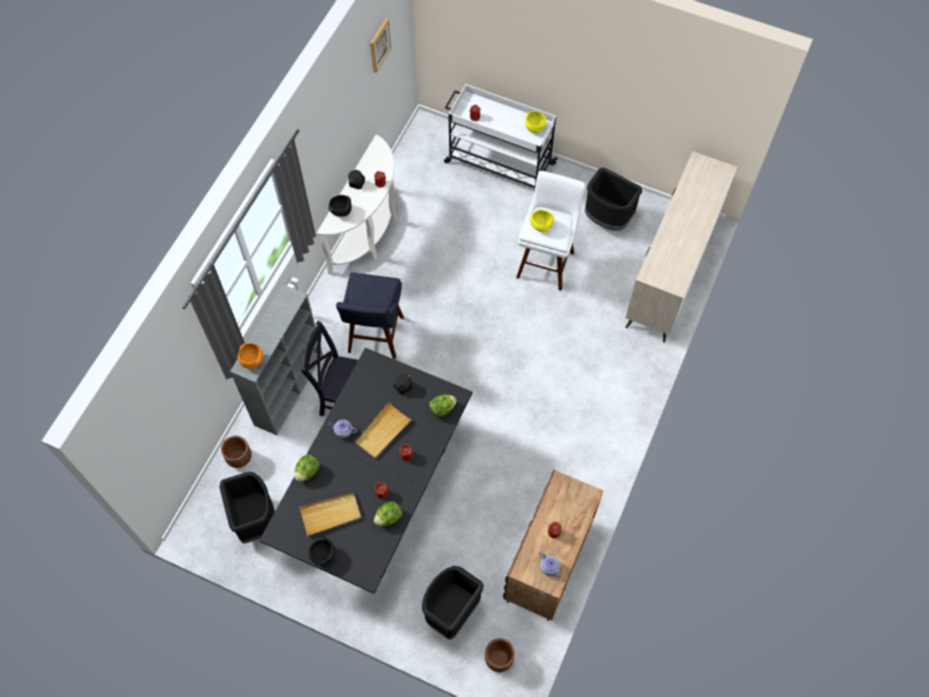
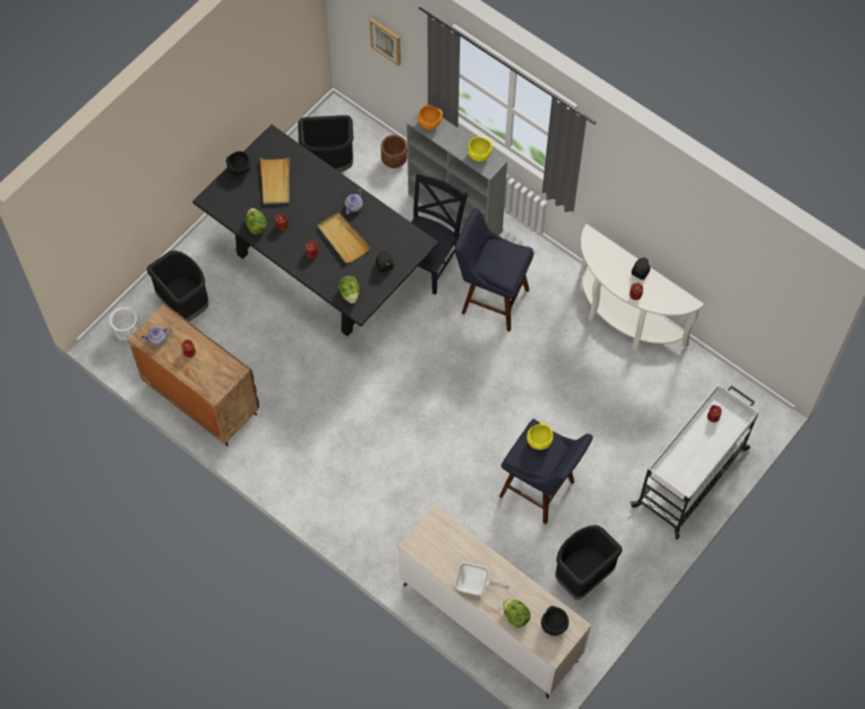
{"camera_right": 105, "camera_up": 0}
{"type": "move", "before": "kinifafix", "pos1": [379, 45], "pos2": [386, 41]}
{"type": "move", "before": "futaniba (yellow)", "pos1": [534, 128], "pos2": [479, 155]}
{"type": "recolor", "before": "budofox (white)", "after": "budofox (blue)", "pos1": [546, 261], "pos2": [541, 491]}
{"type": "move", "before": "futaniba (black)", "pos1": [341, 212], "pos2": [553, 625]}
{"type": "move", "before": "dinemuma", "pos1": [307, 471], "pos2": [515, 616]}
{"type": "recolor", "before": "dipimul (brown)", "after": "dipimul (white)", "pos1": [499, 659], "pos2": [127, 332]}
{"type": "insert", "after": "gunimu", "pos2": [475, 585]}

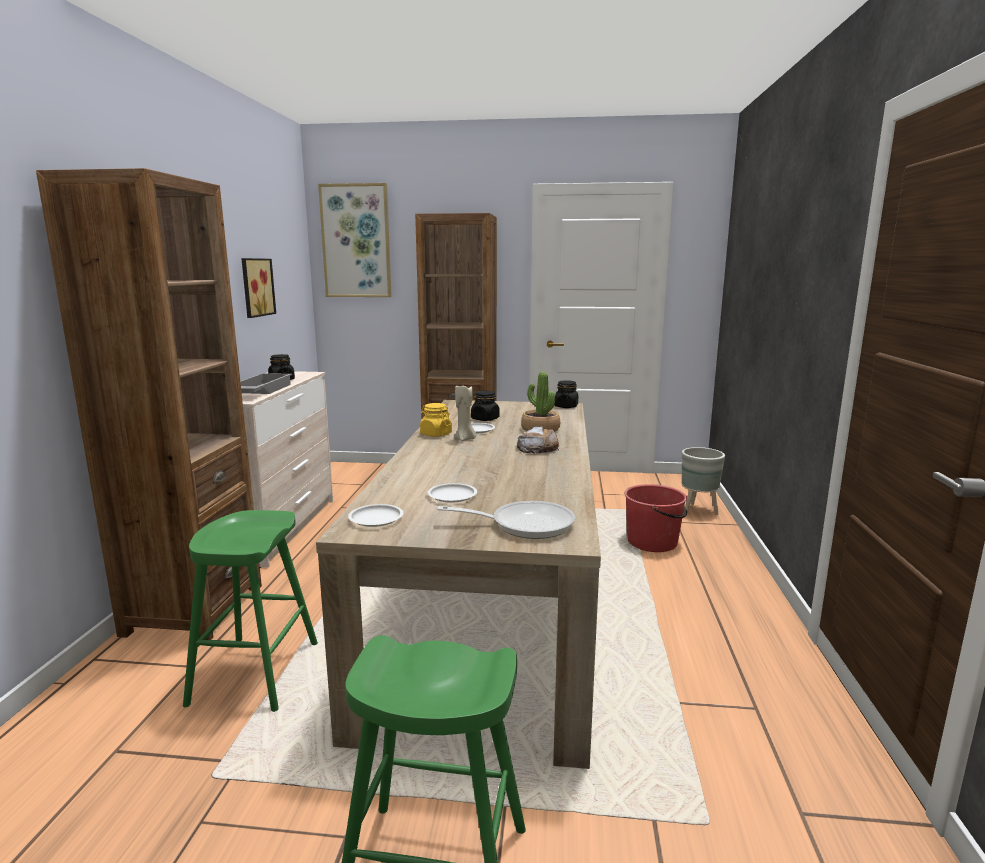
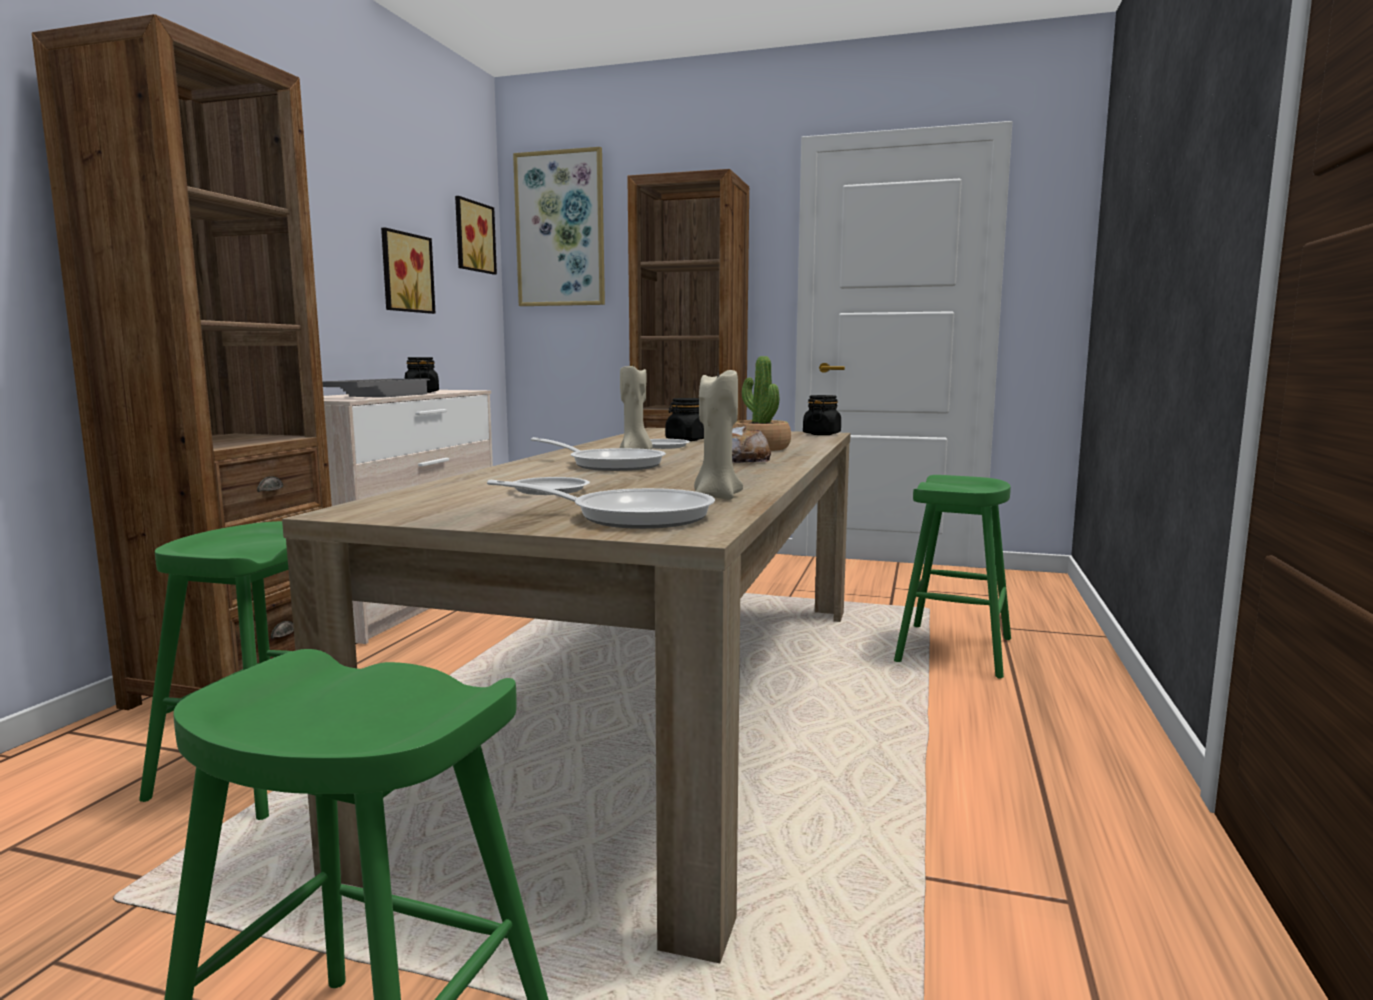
{"camera_right": 10, "camera_up": -5}
{"type": "delete", "before": "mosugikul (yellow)", "pos1": [435, 434]}
{"type": "delete", "before": "dipimul (grey)", "pos1": [698, 511]}
{"type": "replace", "before": "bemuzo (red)", "after": "budofox (green)", "pos1": [653, 542], "pos2": [954, 650]}
{"type": "delete", "before": "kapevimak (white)", "pos1": [375, 519]}
{"type": "insert", "after": "kinifafix", "pos2": [472, 237]}
{"type": "insert", "after": "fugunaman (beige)", "pos2": [716, 497]}
{"type": "insert", "after": "gunimu", "pos2": [610, 464]}

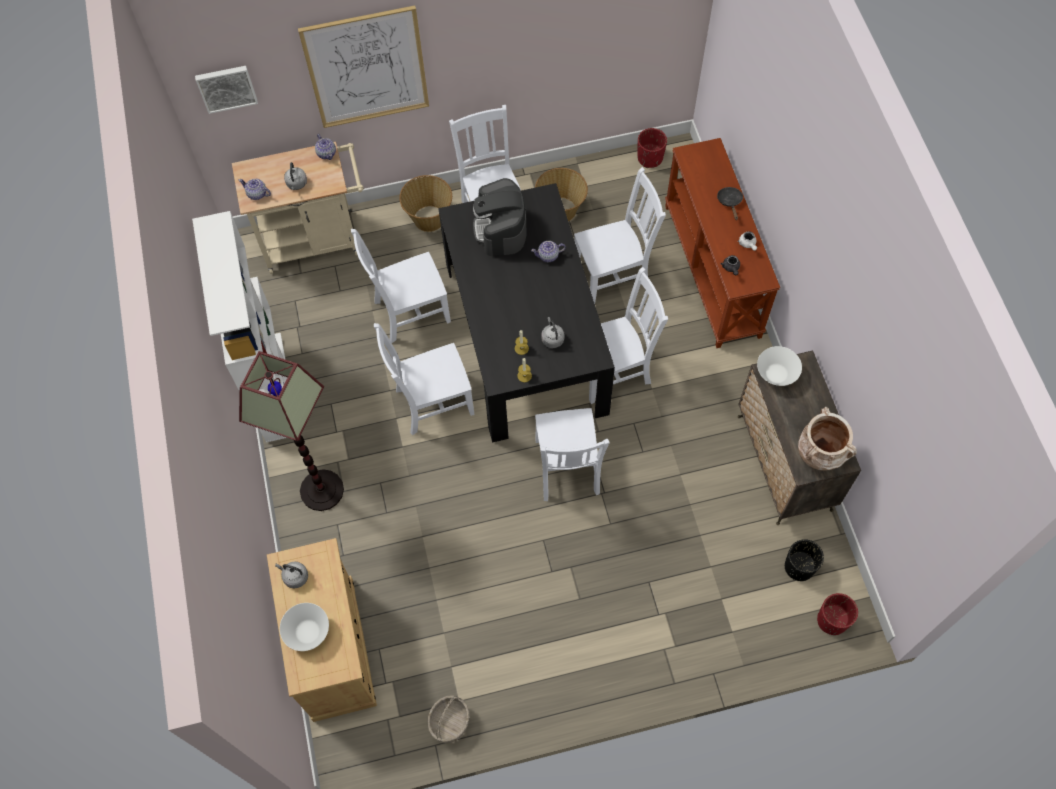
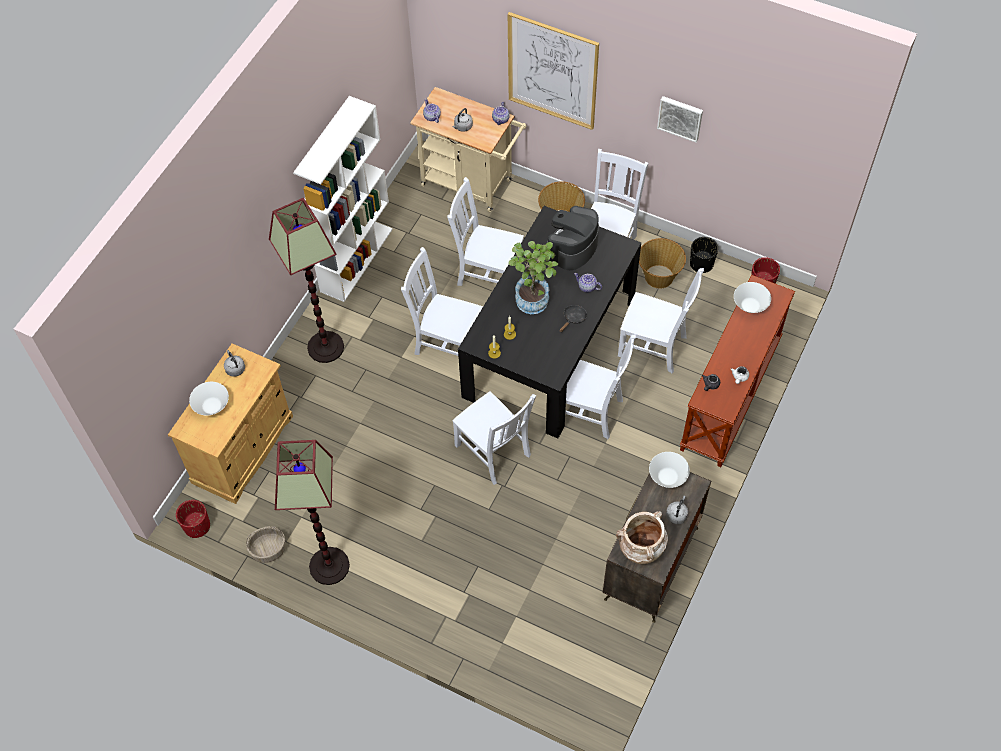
{"camera_right": 40, "camera_up": -5}
{"type": "move", "before": "kinifafix", "pos1": [226, 87], "pos2": [680, 117]}
{"type": "move", "before": "gunimu (black)", "pos1": [730, 202], "pos2": [573, 318]}
{"type": "move", "before": "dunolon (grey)", "pos1": [552, 338], "pos2": [677, 514]}
{"type": "rotate", "before": "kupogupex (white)", "pos1": [567, 469], "pos2": [494, 452], "turn": -75}
{"type": "move", "before": "dipimul (black)", "pos1": [799, 567], "pos2": [701, 264]}
{"type": "move", "before": "dipimul (red)", "pos1": [832, 620], "pos2": [197, 526]}
{"type": "insert", "after": "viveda", "pos2": [533, 297]}
{"type": "insert", "after": "futaniba (white)", "pos2": [750, 306]}
{"type": "insert", "after": "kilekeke", "pos2": [329, 566]}

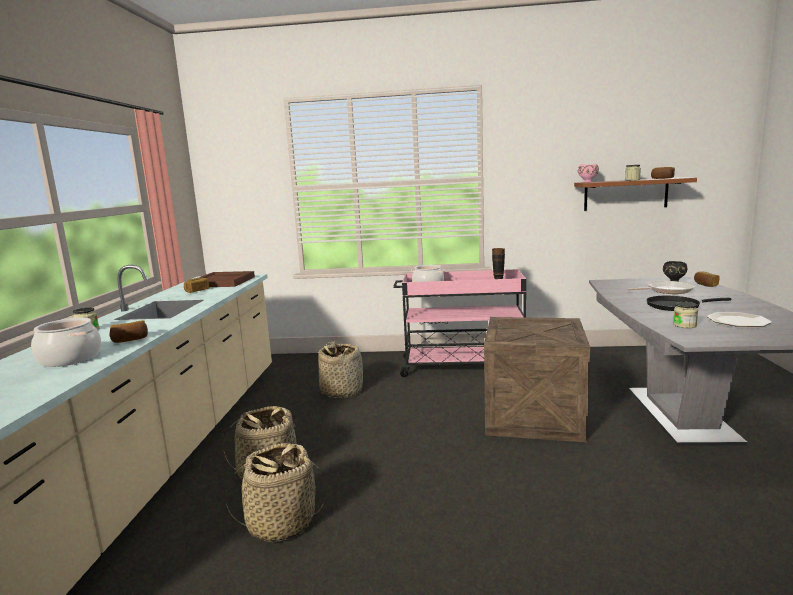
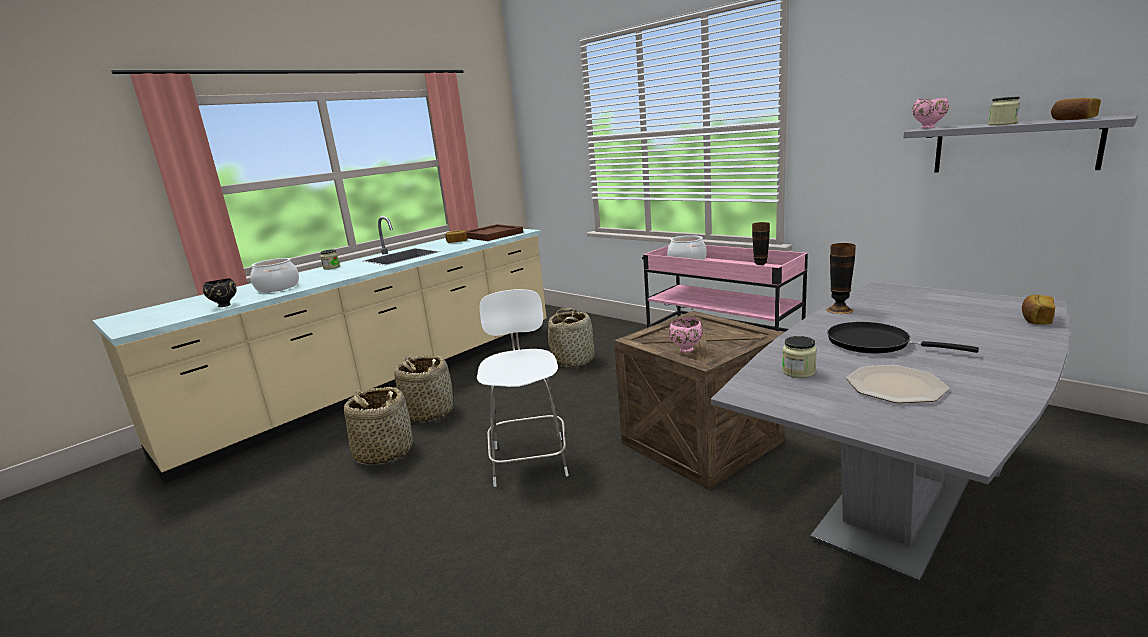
{"camera_right": 40, "camera_up": 5}
{"type": "recolor", "before": "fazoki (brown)", "after": "fazoki (grey)", "pos1": [625, 194], "pos2": [1014, 146]}
{"type": "move", "before": "futaniba (black)", "pos1": [673, 281], "pos2": [225, 305]}
{"type": "delete", "before": "gunimu", "pos1": [667, 290]}
{"type": "delete", "before": "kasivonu", "pos1": [130, 340]}
{"type": "insert", "after": "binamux", "pos2": [839, 310]}
{"type": "insert", "after": "budofox (white)", "pos2": [529, 459]}
{"type": "insert", "after": "futaniba (pink)", "pos2": [686, 350]}

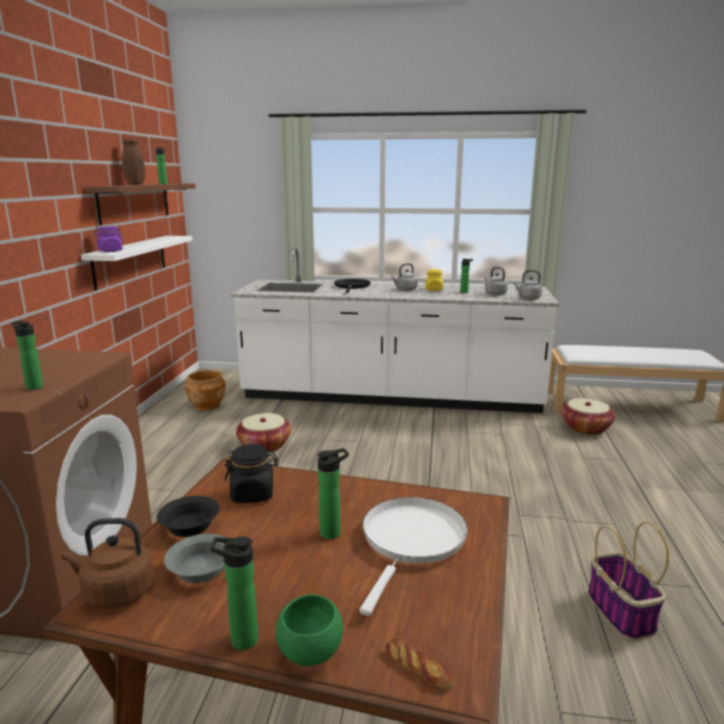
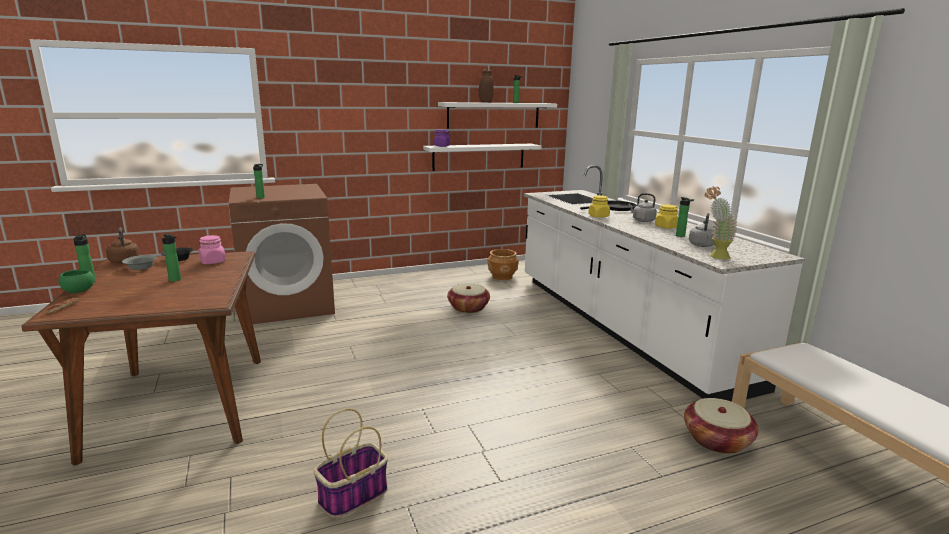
{"camera_right": 60, "camera_up": 0}
{"type": "recolor", "before": "fazoki (brown)", "after": "fazoki (white)", "pos1": [134, 202], "pos2": [493, 115]}
{"type": "replace", "before": "dunolon (grey)", "after": "viveda", "pos1": [527, 298], "pos2": [714, 256]}
{"type": "recolor", "before": "mosugikul (black)", "after": "mosugikul (pink)", "pos1": [253, 494], "pos2": [213, 262]}
{"type": "delete", "before": "gunimu (white)", "pos1": [411, 541]}
{"type": "insert", "after": "mosugikul (yellow)", "pos2": [598, 216]}

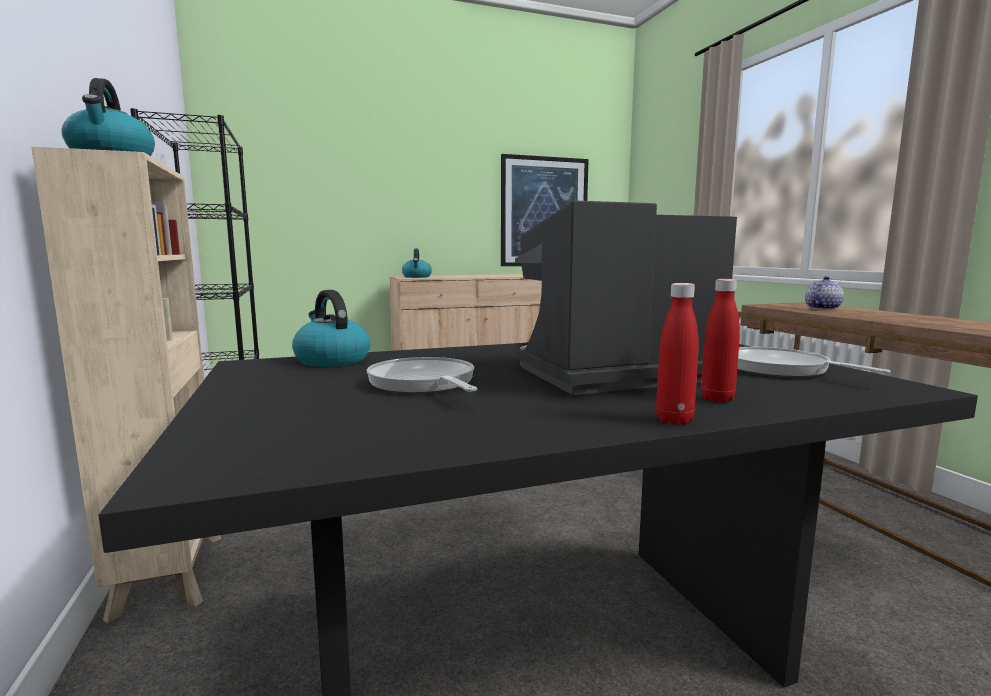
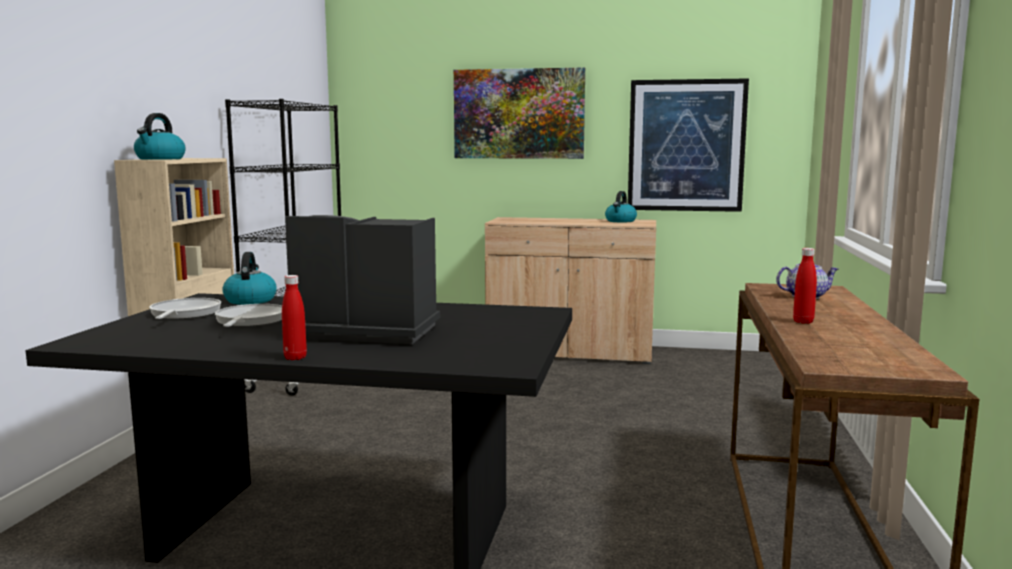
{"camera_right": 30, "camera_up": 0}
{"type": "move", "before": "dunolon", "pos1": [417, 277], "pos2": [620, 221]}
{"type": "move", "before": "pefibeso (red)", "pos1": [717, 399], "pos2": [803, 322]}
{"type": "move", "before": "gunimu", "pos1": [780, 369], "pos2": [184, 314]}
{"type": "insert", "after": "kinifafix", "pos2": [519, 114]}

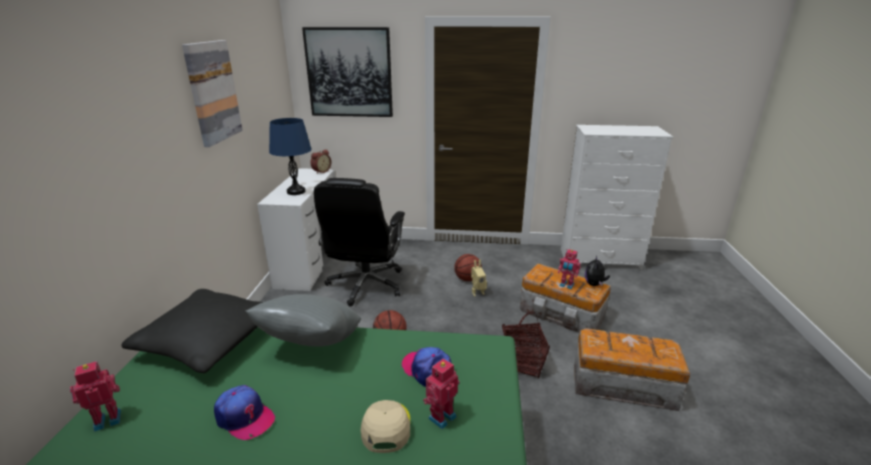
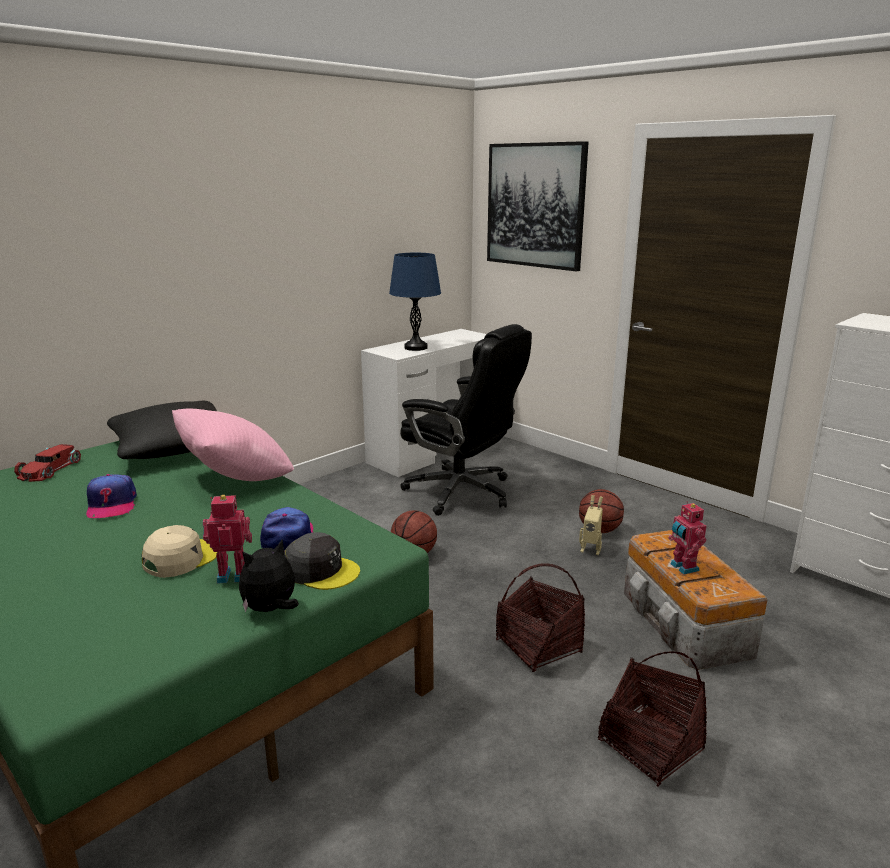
{"camera_right": 40, "camera_up": -5}
{"type": "delete", "before": "kinifafix", "pos1": [212, 92]}
{"type": "delete", "before": "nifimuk", "pos1": [321, 171]}
{"type": "rotate", "before": "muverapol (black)", "pos1": [365, 285], "pos2": [462, 492], "turn": -105}
{"type": "move", "before": "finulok", "pos1": [594, 284], "pos2": [271, 610]}
{"type": "recolor", "before": "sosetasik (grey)", "after": "sosetasik (pink)", "pos1": [311, 345], "pos2": [235, 479]}
{"type": "replace", "before": "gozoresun", "after": "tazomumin", "pos1": [621, 385], "pos2": [649, 745]}
{"type": "replace", "before": "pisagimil", "after": "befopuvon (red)", "pos1": [108, 419], "pos2": [48, 469]}
{"type": "insert", "after": "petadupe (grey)", "pos2": [321, 571]}

